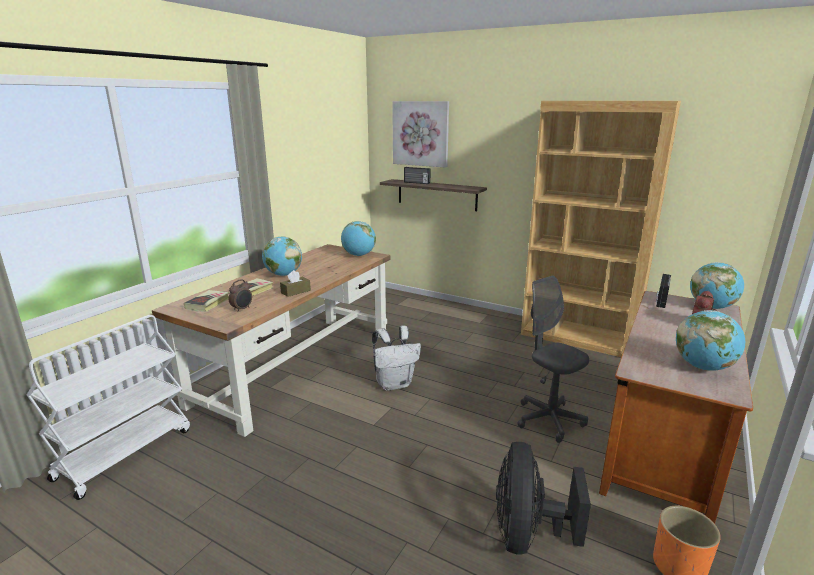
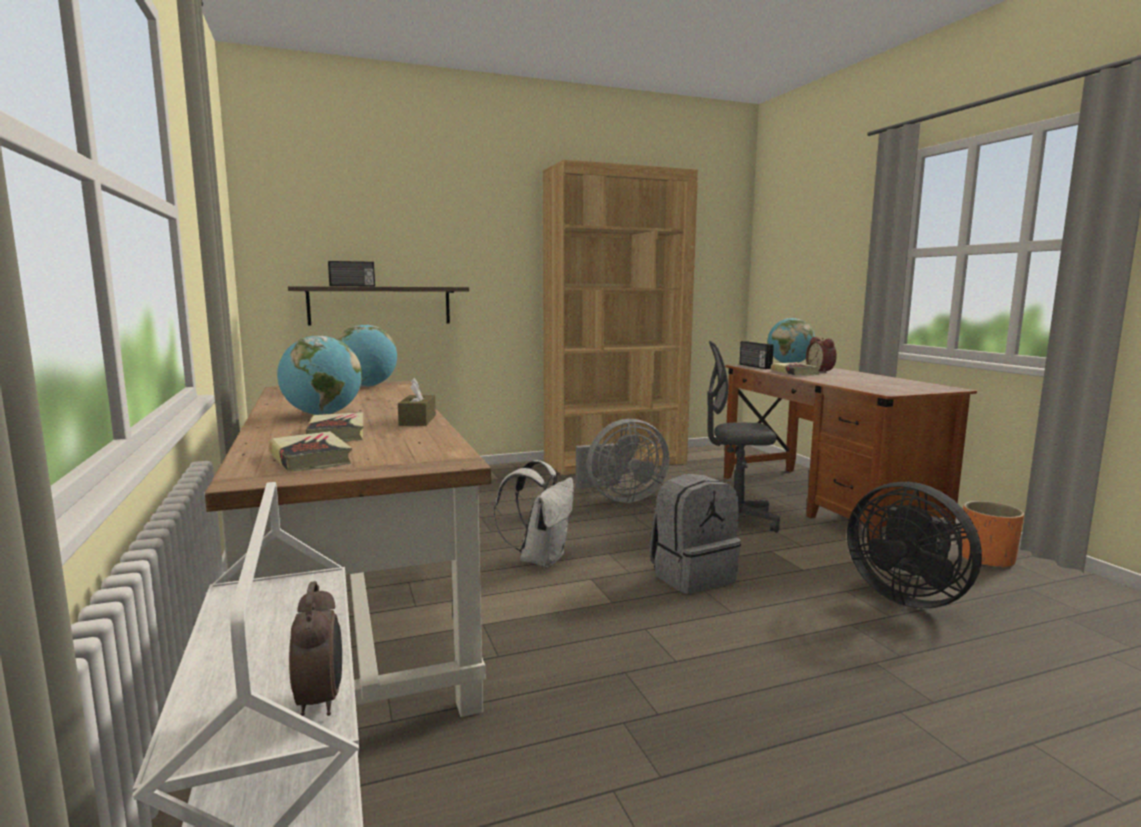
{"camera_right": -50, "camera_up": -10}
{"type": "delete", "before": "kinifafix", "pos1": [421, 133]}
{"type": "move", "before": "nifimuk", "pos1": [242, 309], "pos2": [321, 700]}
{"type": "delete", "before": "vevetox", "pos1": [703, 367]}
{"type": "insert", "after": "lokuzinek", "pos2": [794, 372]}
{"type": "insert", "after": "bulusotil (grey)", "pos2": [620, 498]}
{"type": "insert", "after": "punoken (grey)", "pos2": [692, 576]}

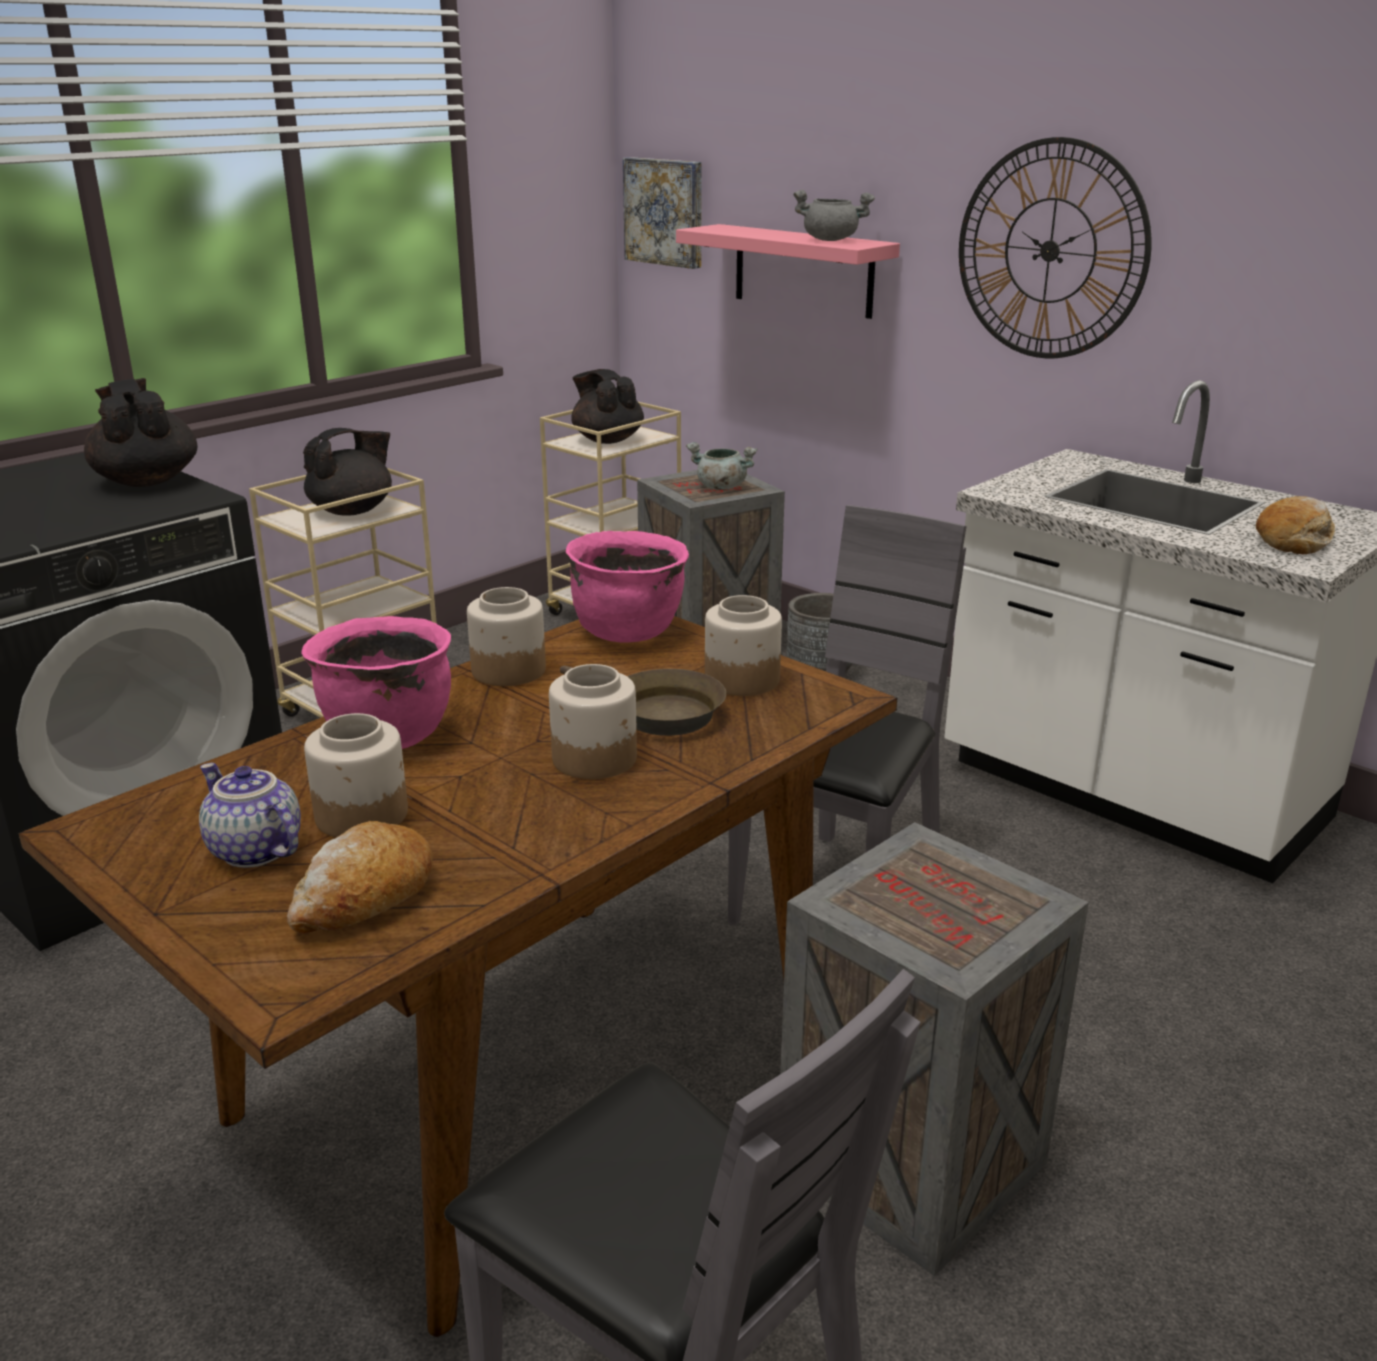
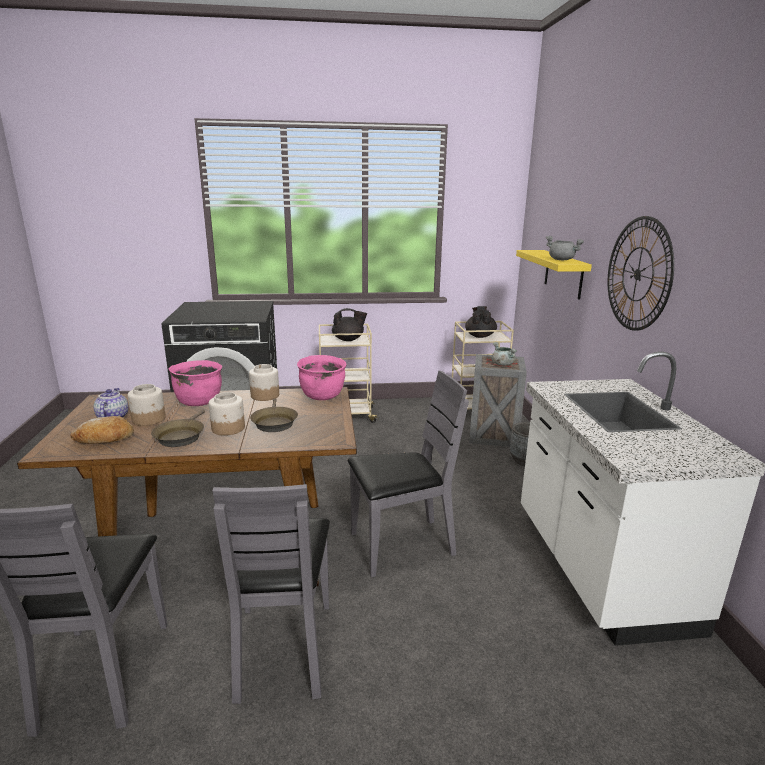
{"camera_right": 40, "camera_up": -5}
{"type": "delete", "before": "kinifafix", "pos1": [665, 212]}
{"type": "recolor", "before": "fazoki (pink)", "after": "fazoki (yellow)", "pos1": [803, 270], "pos2": [563, 273]}
{"type": "delete", "before": "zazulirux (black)", "pos1": [146, 481]}
{"type": "delete", "before": "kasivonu", "pos1": [1294, 540]}
{"type": "delete", "before": "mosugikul", "pos1": [741, 680]}
{"type": "replace", "before": "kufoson", "after": "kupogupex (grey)", "pos1": [912, 1166], "pos2": [283, 648]}
{"type": "insert", "after": "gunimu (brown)", "pos2": [181, 436]}

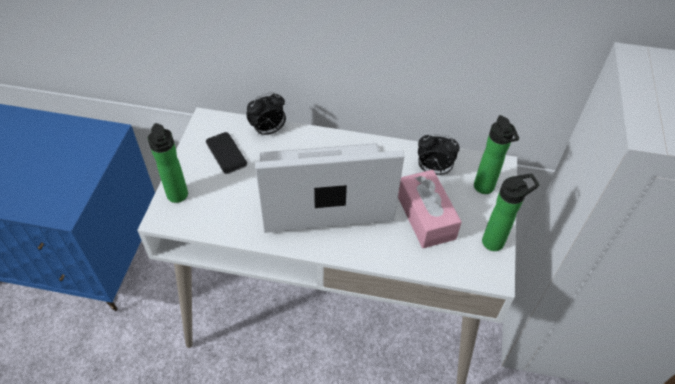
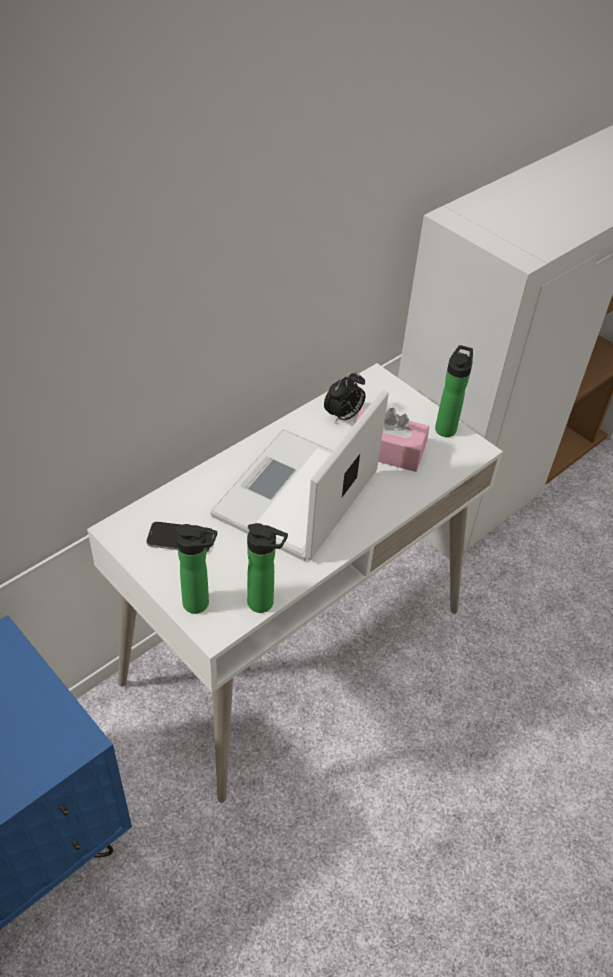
{"camera_right": -55, "camera_up": -5}
{"type": "delete", "before": "nifimuk", "pos1": [268, 130]}
{"type": "move", "before": "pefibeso", "pos1": [485, 189], "pos2": [264, 604]}

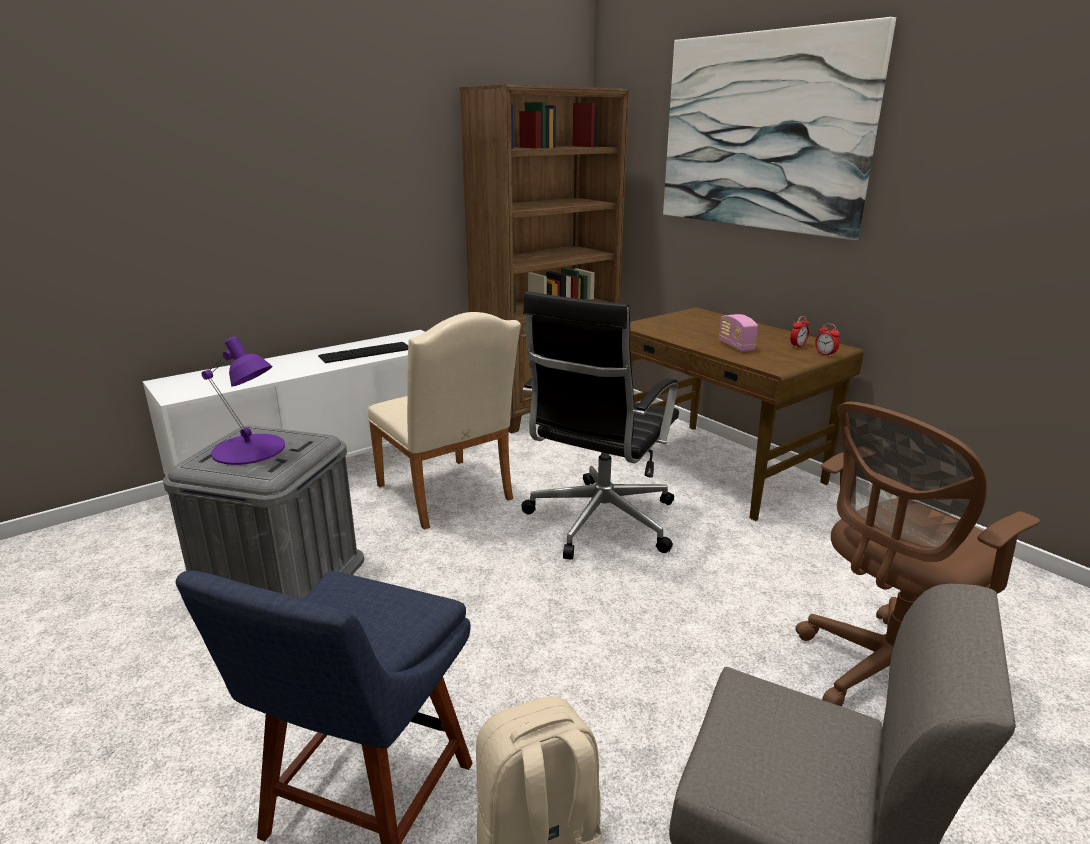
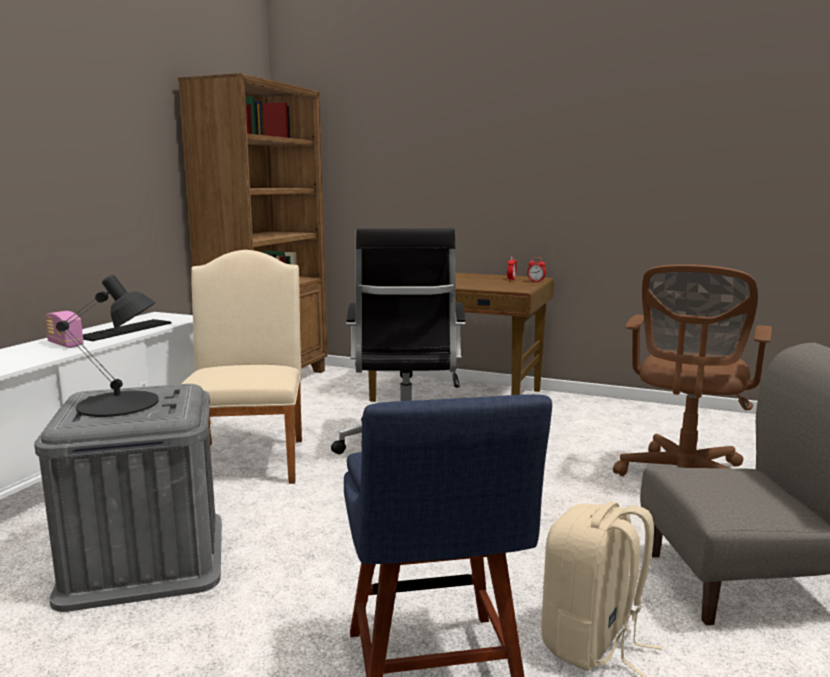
{"camera_right": -30, "camera_up": -10}
{"type": "delete", "before": "kinifafix", "pos1": [762, 132]}
{"type": "rotate", "before": "kupogupex (beige)", "pos1": [448, 496], "pos2": [249, 458], "turn": -120}
{"type": "move", "before": "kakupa", "pos1": [736, 346], "pos2": [65, 344]}
{"type": "recolor", "before": "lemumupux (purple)", "after": "lemumupux (black)", "pos1": [249, 449], "pos2": [119, 404]}

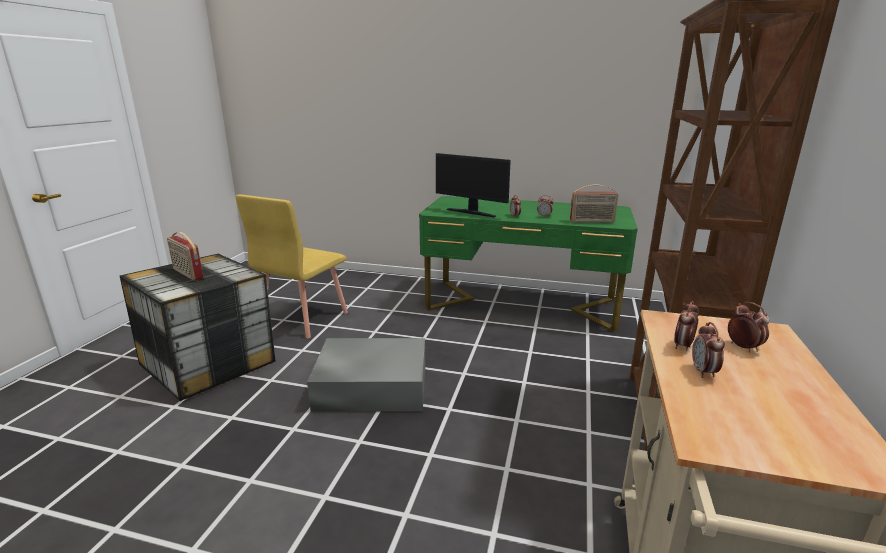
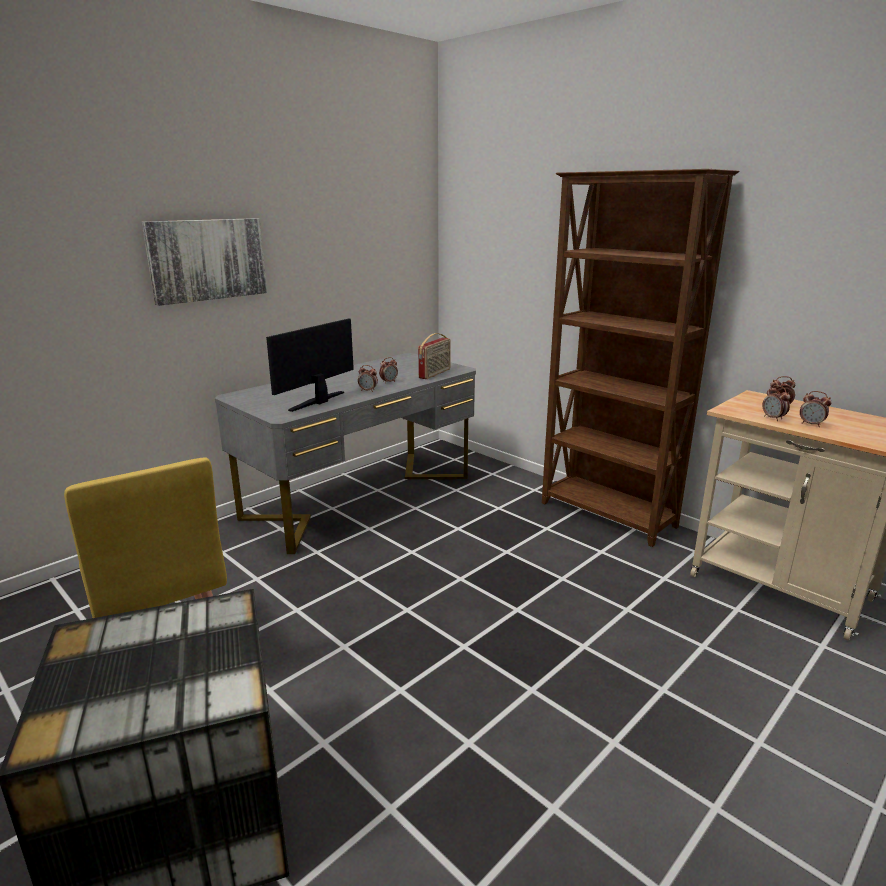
{"camera_right": -60, "camera_up": 0}
{"type": "rotate", "before": "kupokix", "pos1": [471, 212], "pos2": [319, 401], "turn": 150}
{"type": "recolor", "before": "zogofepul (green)", "after": "zogofepul (grey)", "pos1": [521, 304], "pos2": [361, 497]}
{"type": "delete", "before": "kakupa", "pos1": [187, 274]}
{"type": "delete", "before": "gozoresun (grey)", "pos1": [370, 385]}
{"type": "insert", "after": "kinifafix", "pos2": [207, 259]}

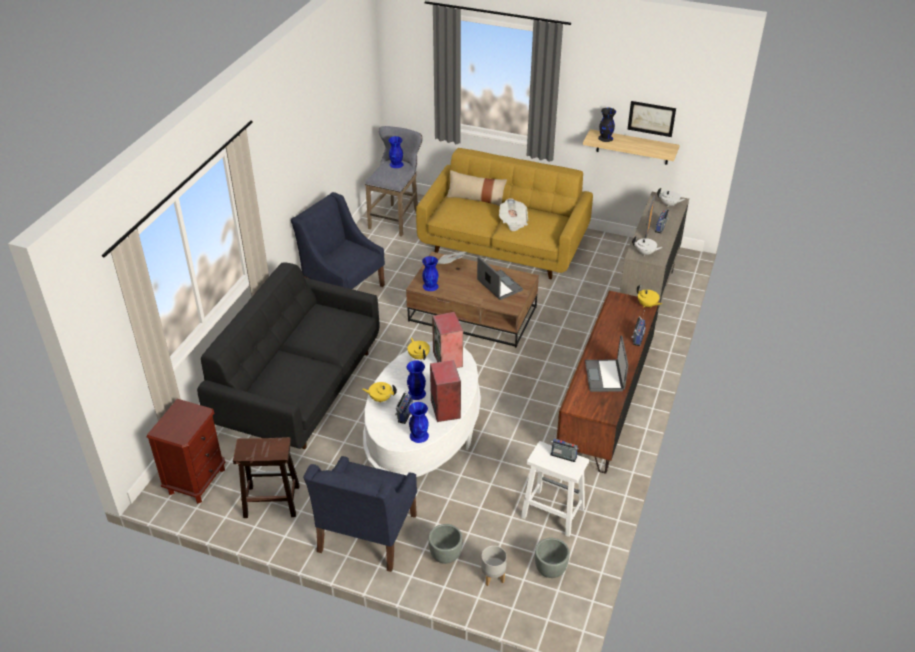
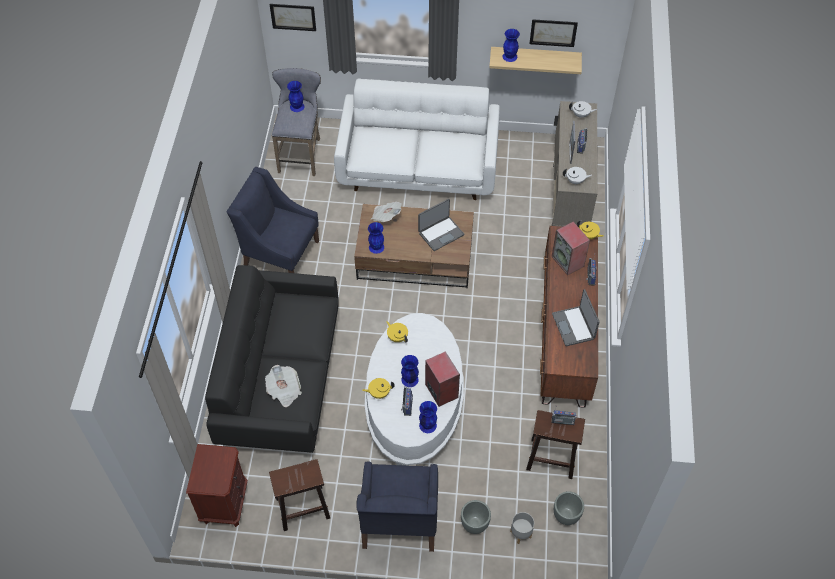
{"camera_right": -15, "camera_up": 15}
{"type": "recolor", "before": "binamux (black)", "after": "binamux (blue)", "pos1": [605, 138], "pos2": [510, 57]}
{"type": "recolor", "before": "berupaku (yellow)", "after": "berupaku (white)", "pos1": [504, 246], "pos2": [418, 168]}
{"type": "delete", "before": "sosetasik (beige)", "pos1": [476, 198]}
{"type": "move", "before": "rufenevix", "pos1": [513, 222], "pos2": [284, 390]}
{"type": "rotate", "before": "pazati", "pos1": [499, 286], "pos2": [440, 233], "turn": 105}
{"type": "move", "before": "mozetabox", "pos1": [448, 359], "pos2": [568, 261]}
{"type": "recolor", "before": "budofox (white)", "after": "budofox (brown)", "pos1": [551, 512], "pos2": [550, 458]}
{"type": "insert", "after": "kinifafix", "pos2": [293, 17]}

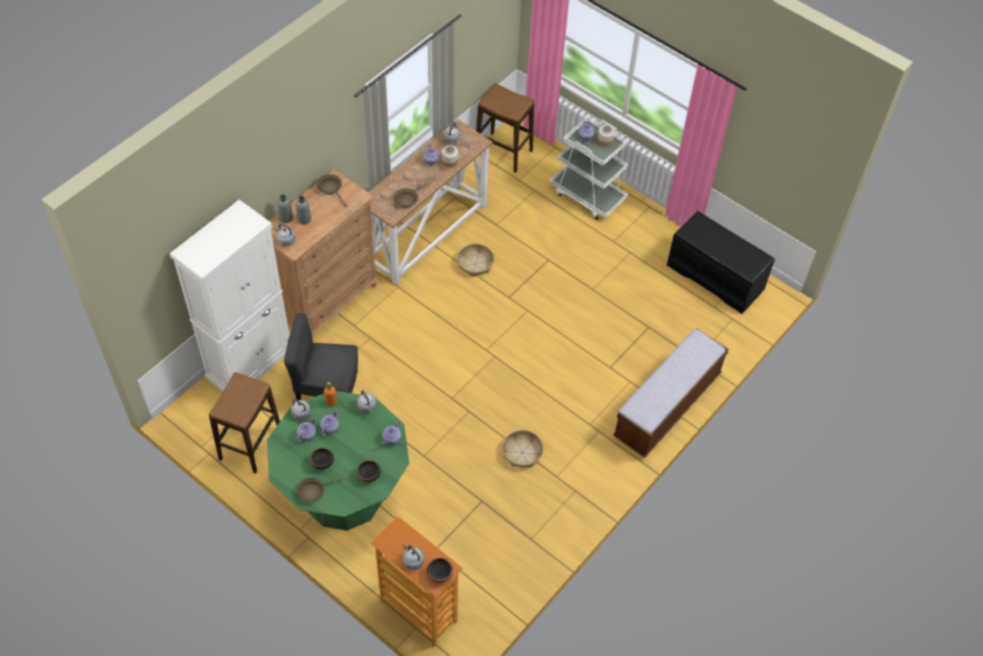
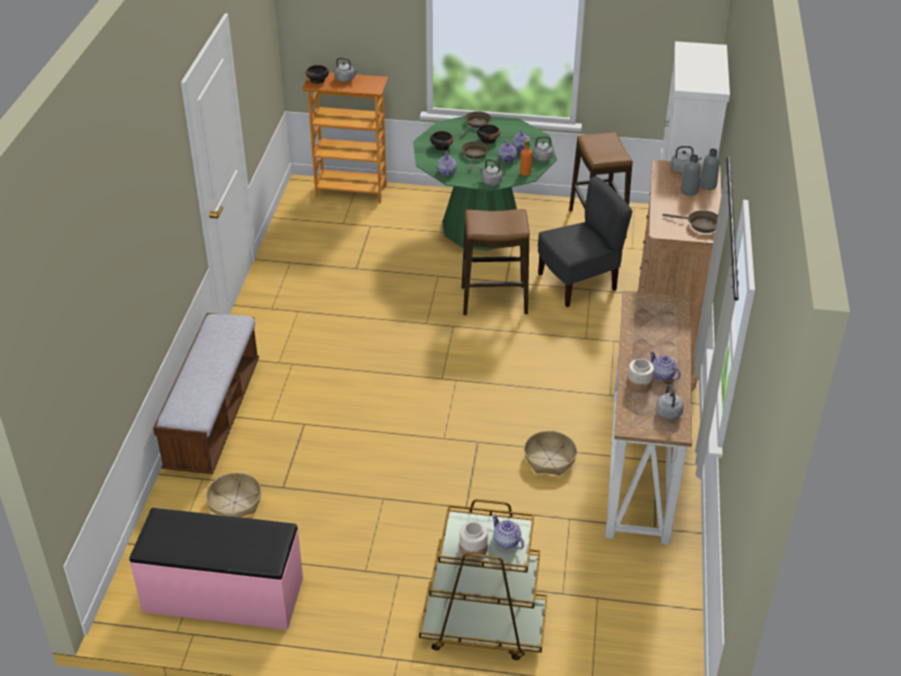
{"camera_right": 150, "camera_up": -15}
{"type": "move", "before": "budofox", "pos1": [503, 152], "pos2": [494, 301]}
{"type": "recolor", "before": "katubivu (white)", "after": "katubivu (brown)", "pos1": [588, 195], "pos2": [483, 627]}
{"type": "move", "before": "gunimu (brown)", "pos1": [407, 199], "pos2": [475, 155]}
{"type": "recolor", "before": "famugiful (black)", "after": "famugiful (pink)", "pos1": [715, 277], "pos2": [223, 595]}
{"type": "move", "before": "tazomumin", "pos1": [522, 453], "pos2": [235, 502]}

